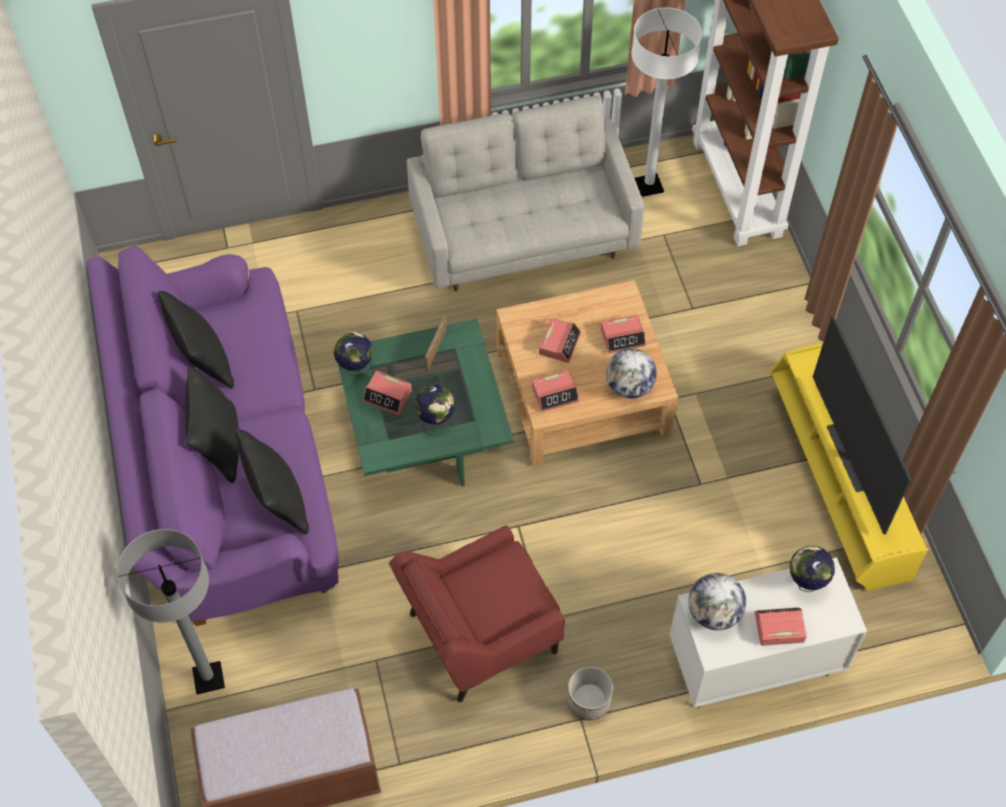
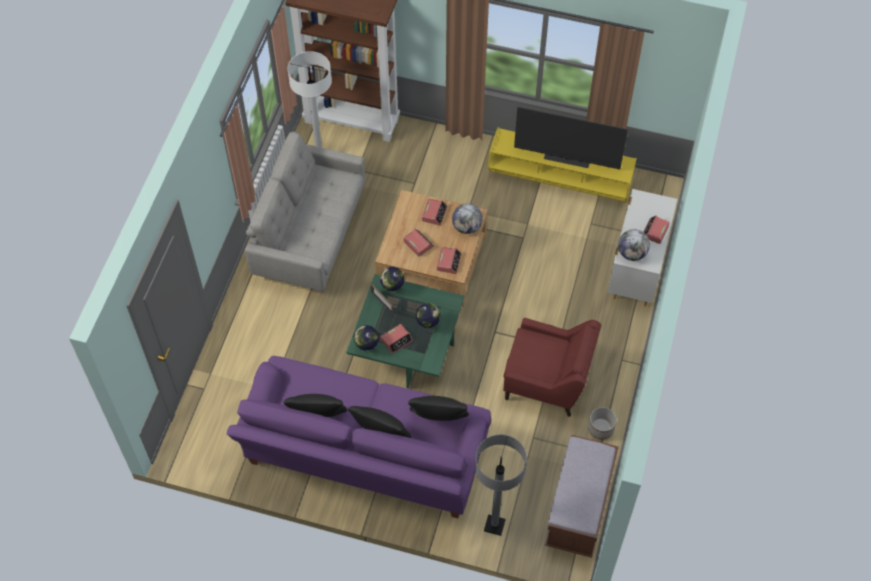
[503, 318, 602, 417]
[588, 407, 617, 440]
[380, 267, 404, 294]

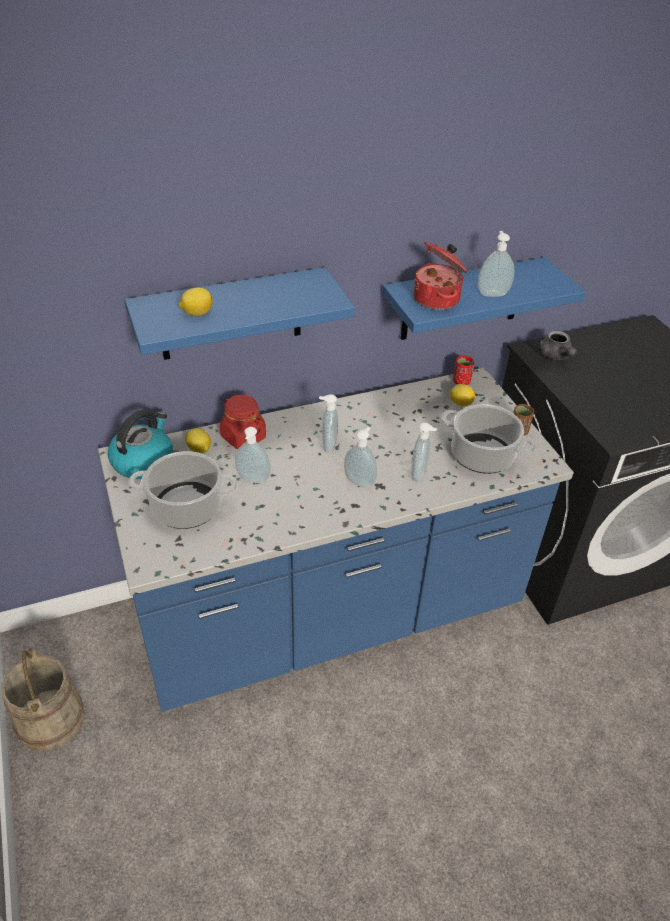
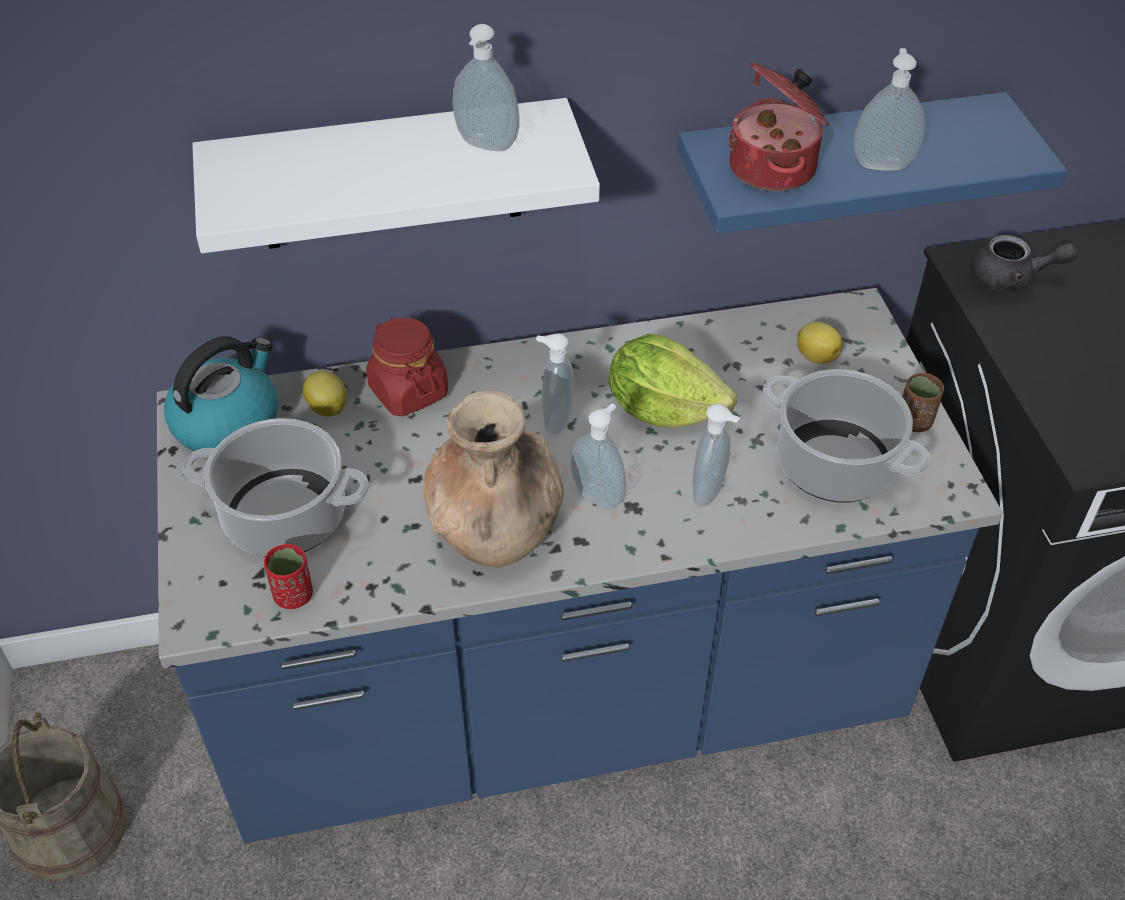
[192, 98, 600, 253]
[179, 288, 213, 316] (first image)
[453, 24, 520, 151]
[264, 544, 313, 609]
[971, 235, 1078, 293]
[424, 390, 564, 568]
[609, 334, 737, 428]

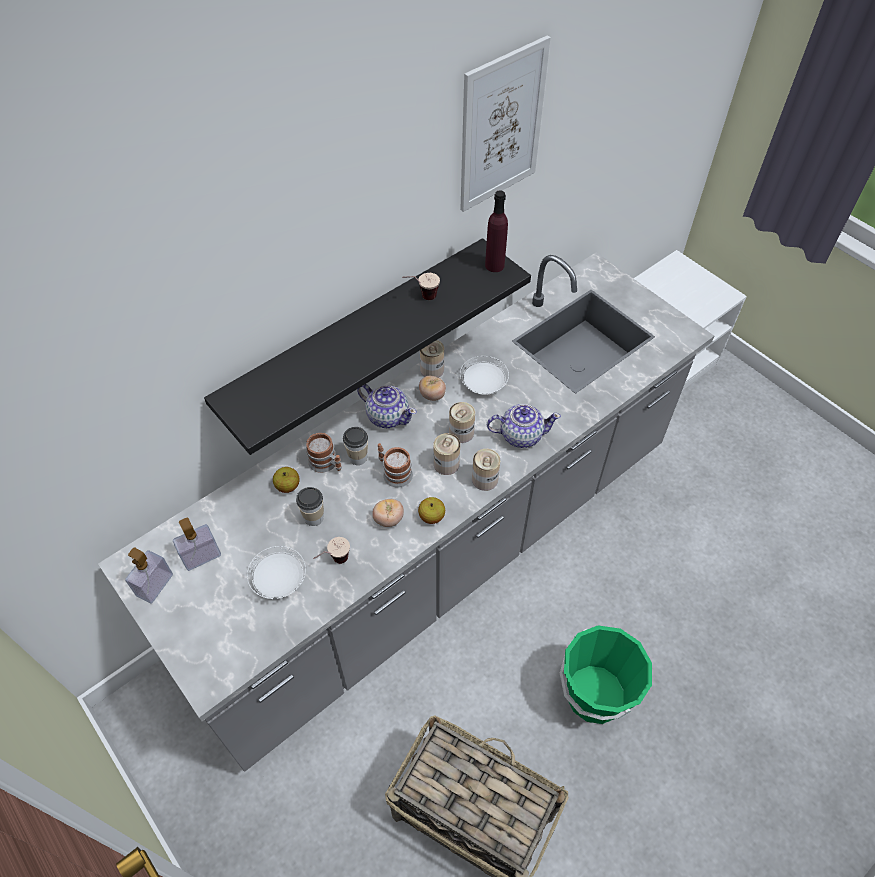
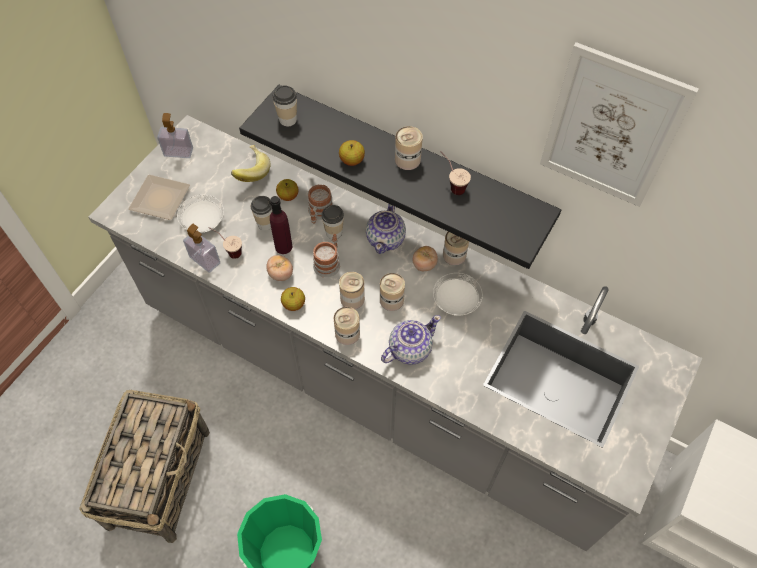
[183, 223, 220, 273]
[270, 196, 292, 254]
[381, 315, 441, 365]
[128, 174, 190, 220]
[231, 145, 271, 182]
[272, 85, 297, 126]
[339, 140, 365, 166]
[395, 126, 423, 170]

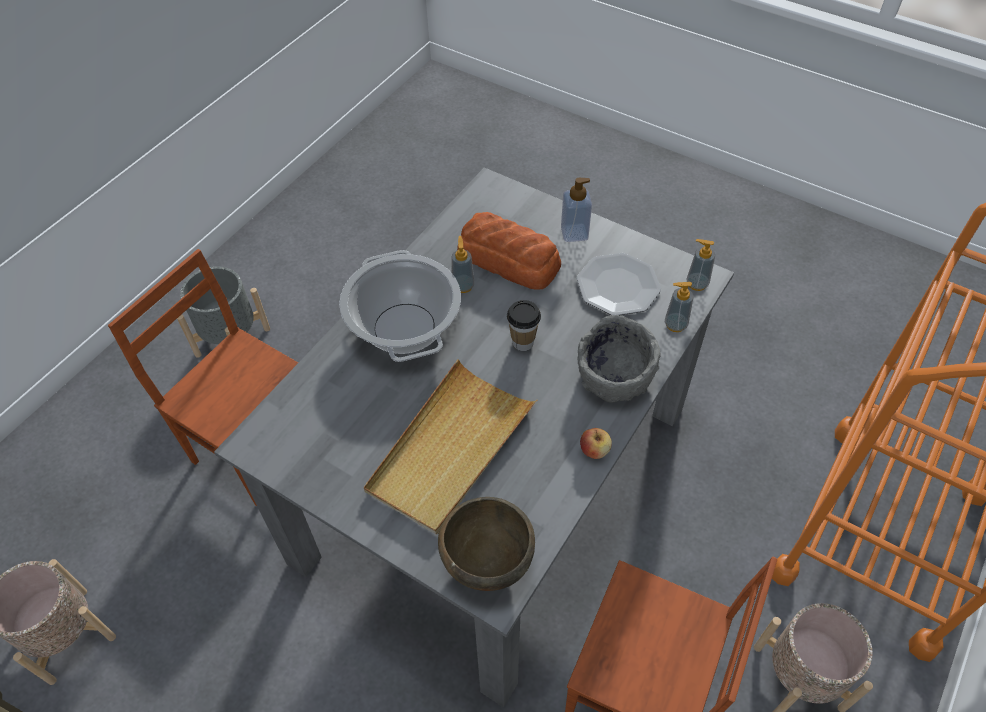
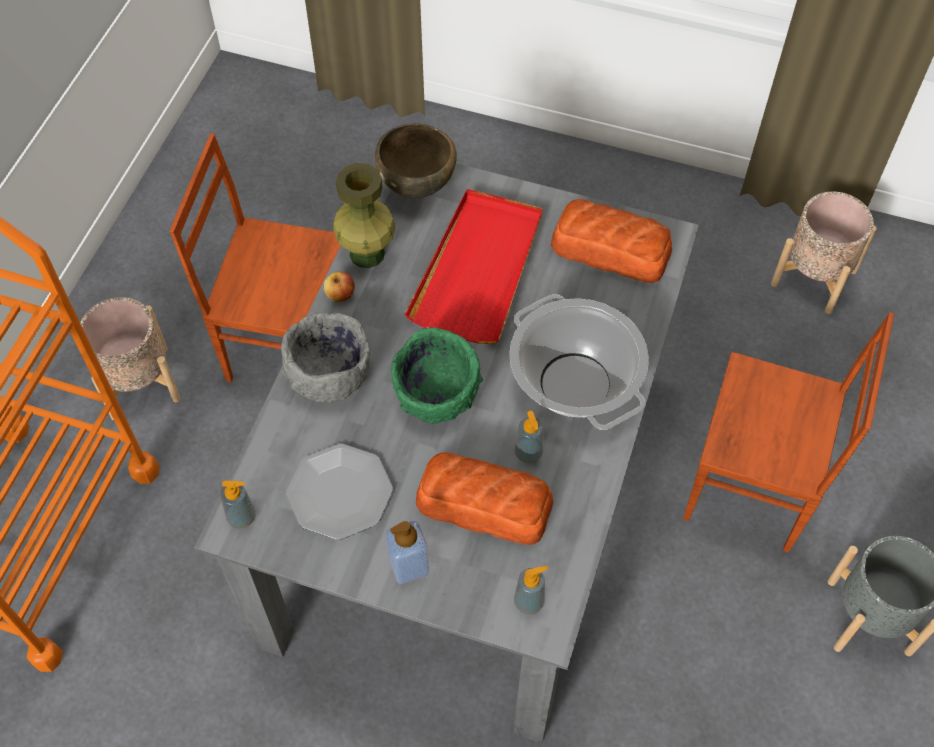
[405, 189, 543, 344]
[391, 327, 483, 424]
[514, 566, 549, 614]
[333, 163, 395, 268]
[551, 199, 672, 283]

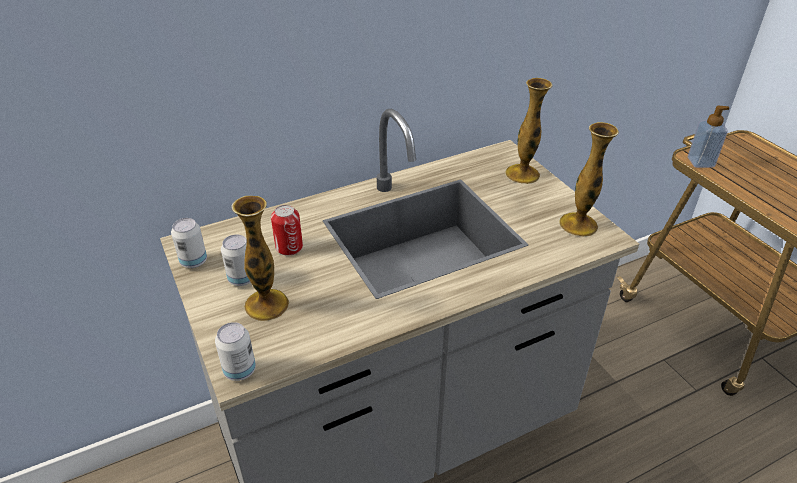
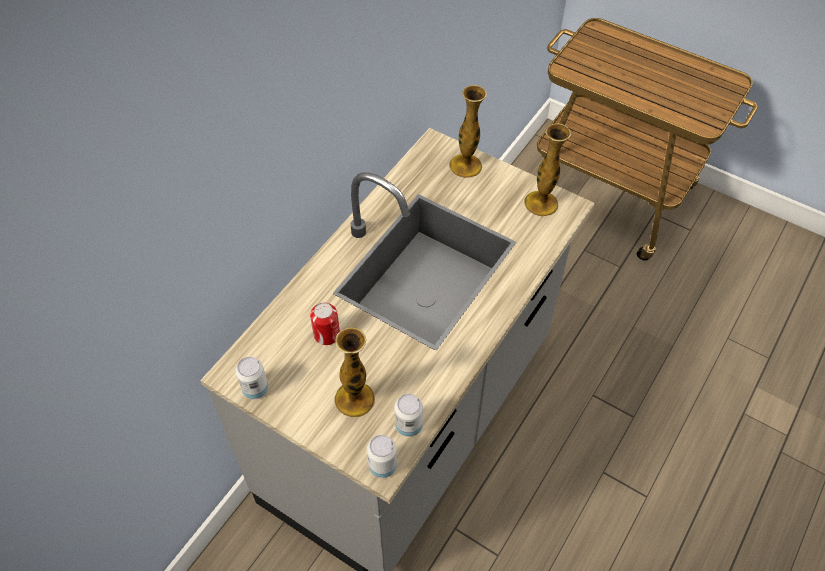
[395, 394, 423, 437]
[688, 106, 730, 168] (first image)

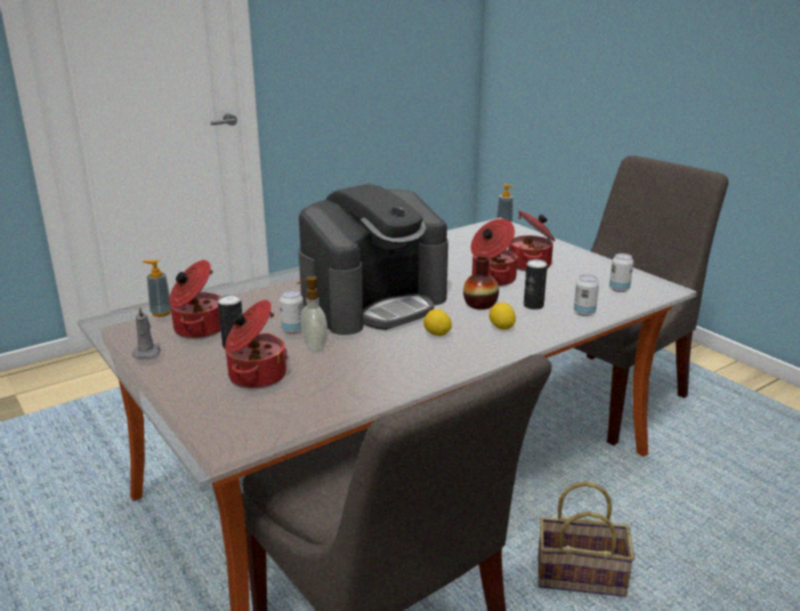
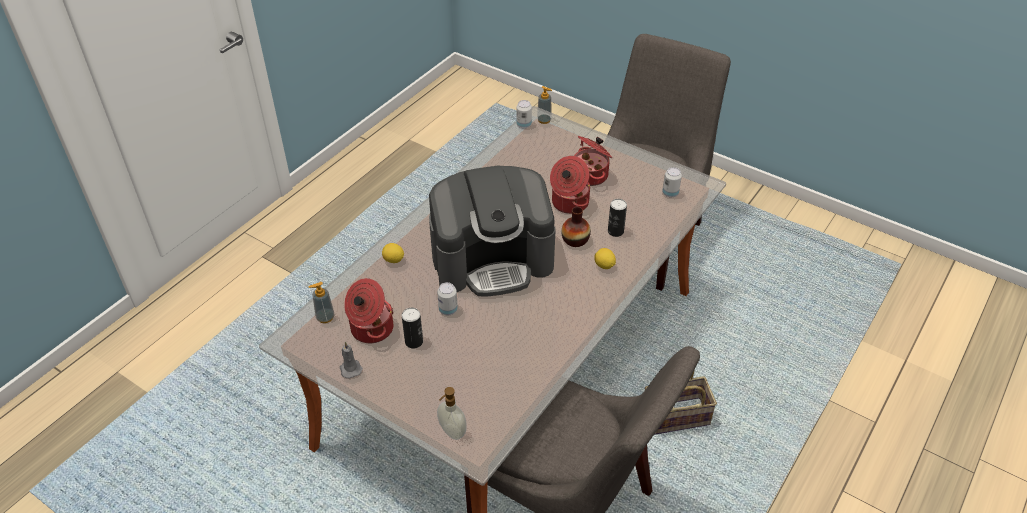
[225, 300, 288, 389] (first image)
[437, 387, 467, 440]
[429, 165, 556, 297]
[382, 243, 404, 263]
[516, 100, 532, 129]

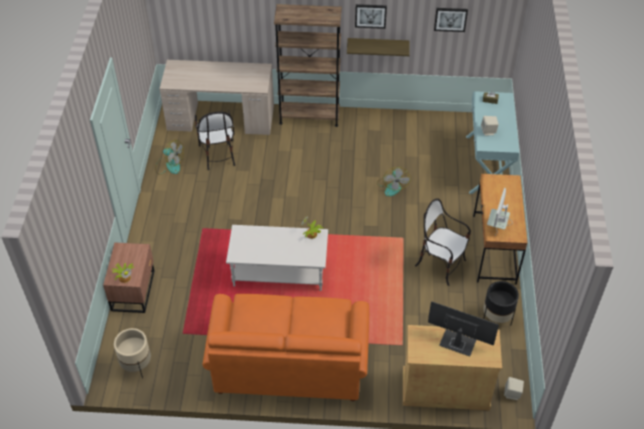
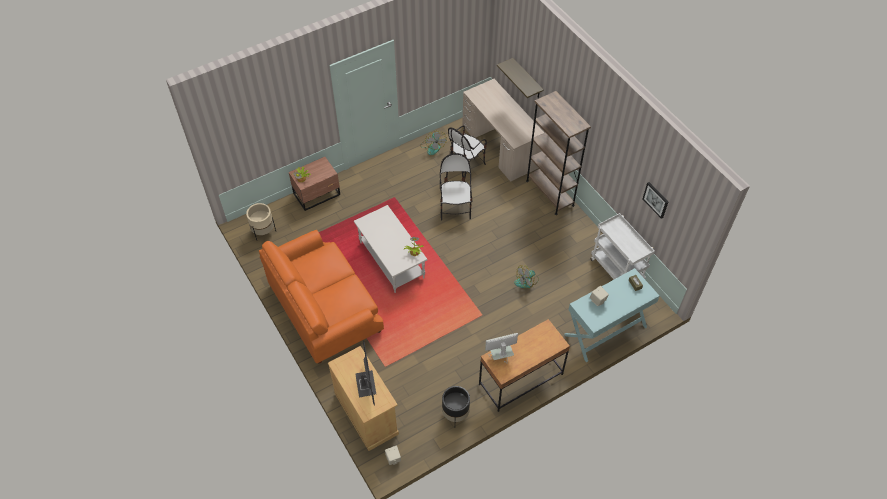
[497, 58, 544, 98]
[355, 4, 387, 29] (first image)
[440, 153, 472, 220]
[590, 213, 655, 279]

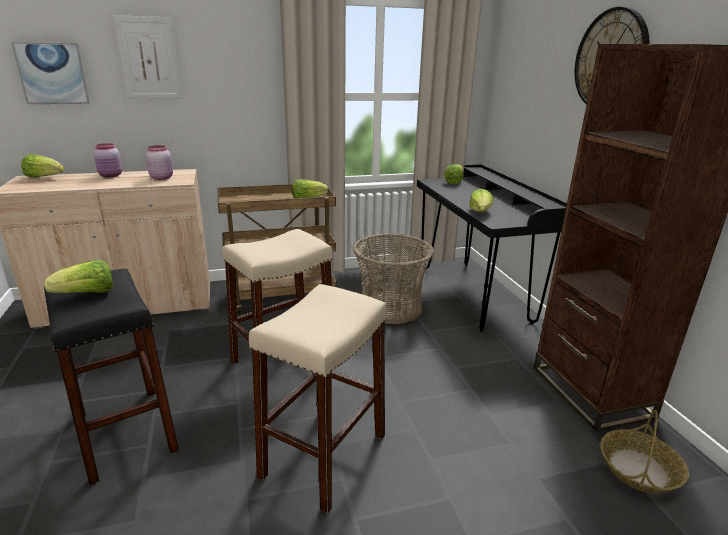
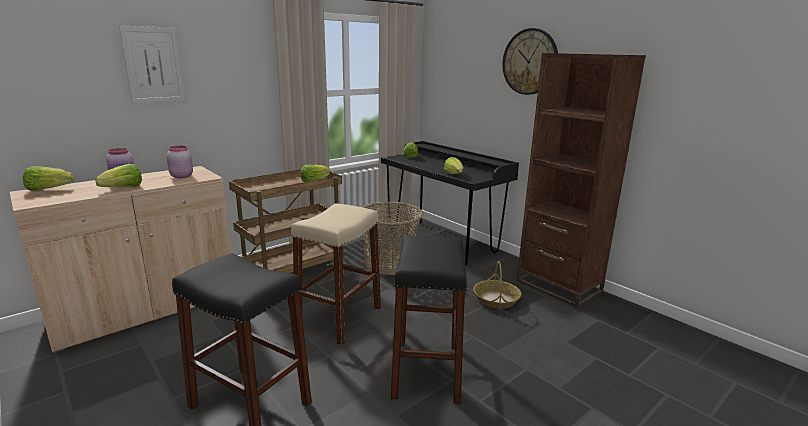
[11, 42, 90, 104] (first image)
[95, 164, 142, 187]
[391, 236, 467, 404]
[473, 261, 521, 309]

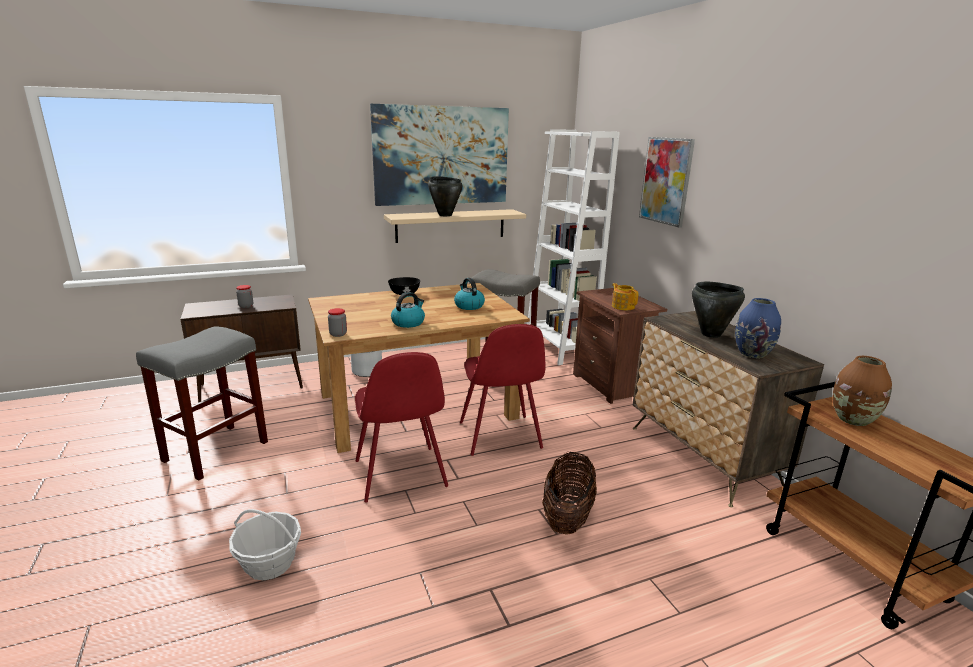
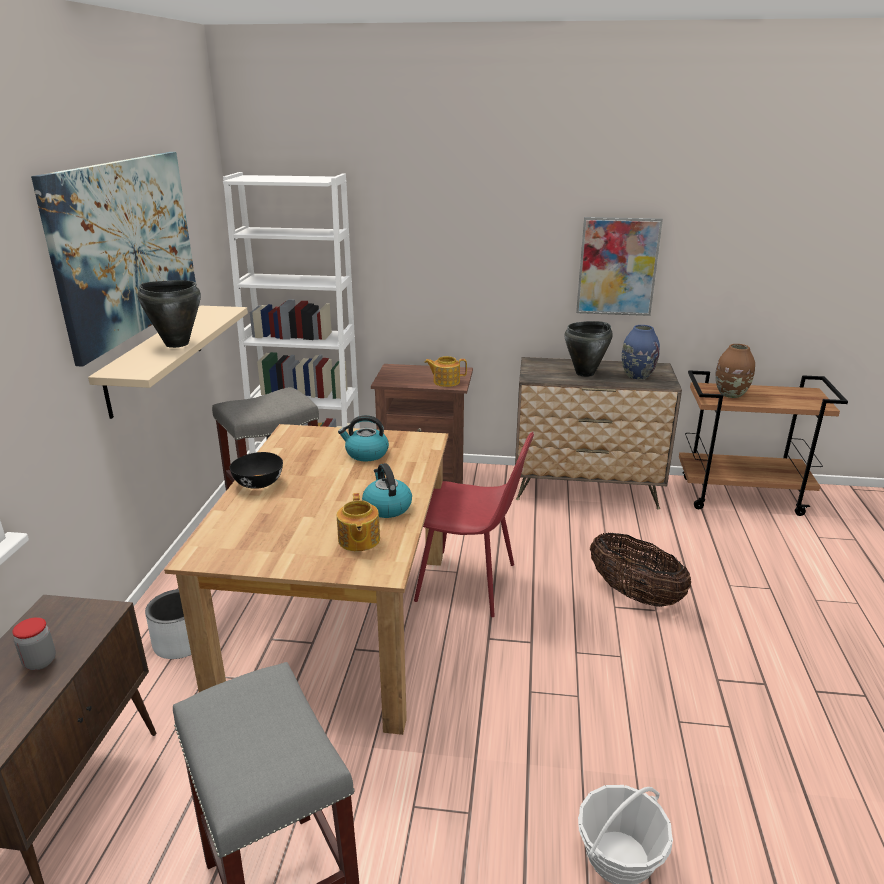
[328, 308, 347, 337] (first image)
[355, 352, 448, 502] (first image)
[576, 217, 663, 316]
[337, 493, 380, 551]

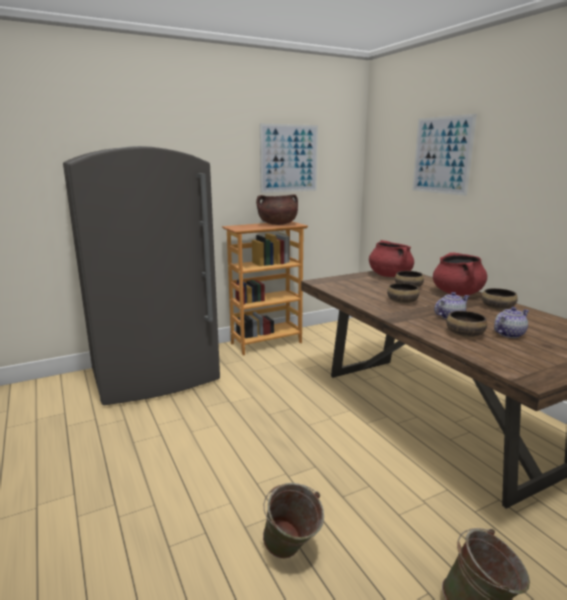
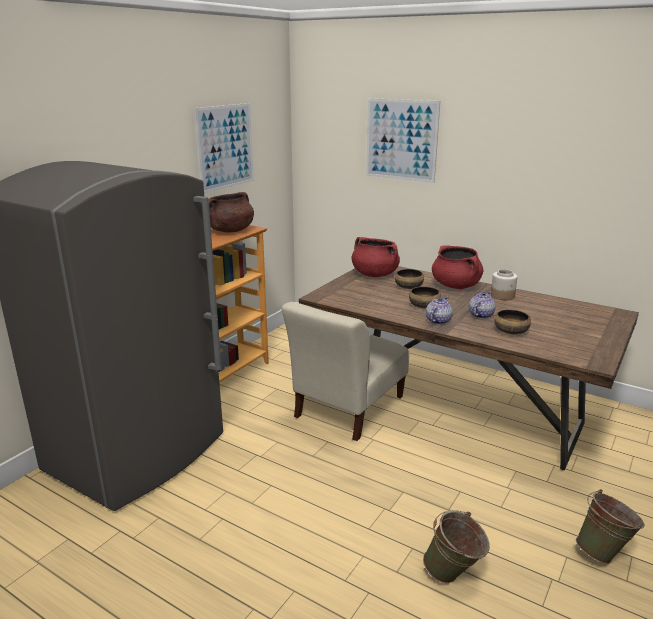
[491, 269, 517, 300]
[426, 296, 453, 325]
[282, 302, 409, 441]

